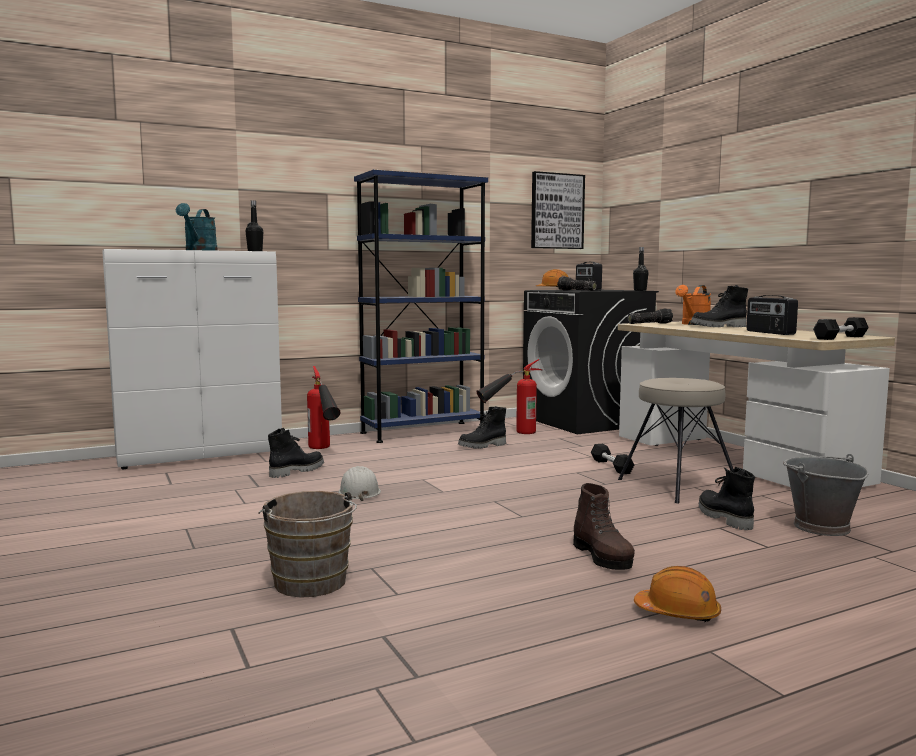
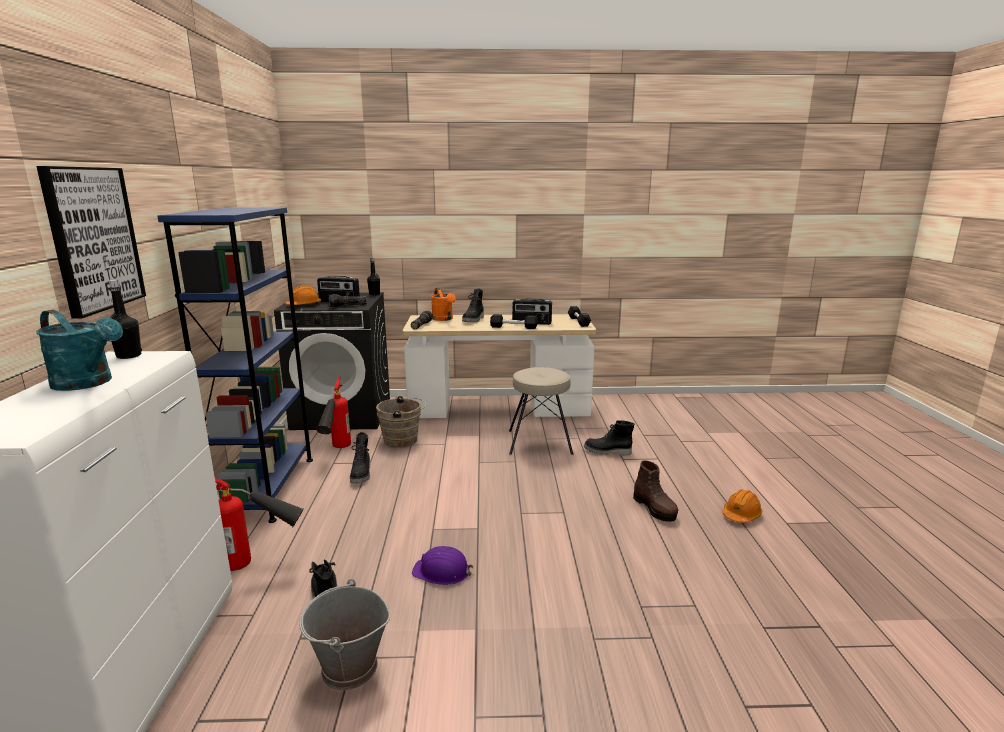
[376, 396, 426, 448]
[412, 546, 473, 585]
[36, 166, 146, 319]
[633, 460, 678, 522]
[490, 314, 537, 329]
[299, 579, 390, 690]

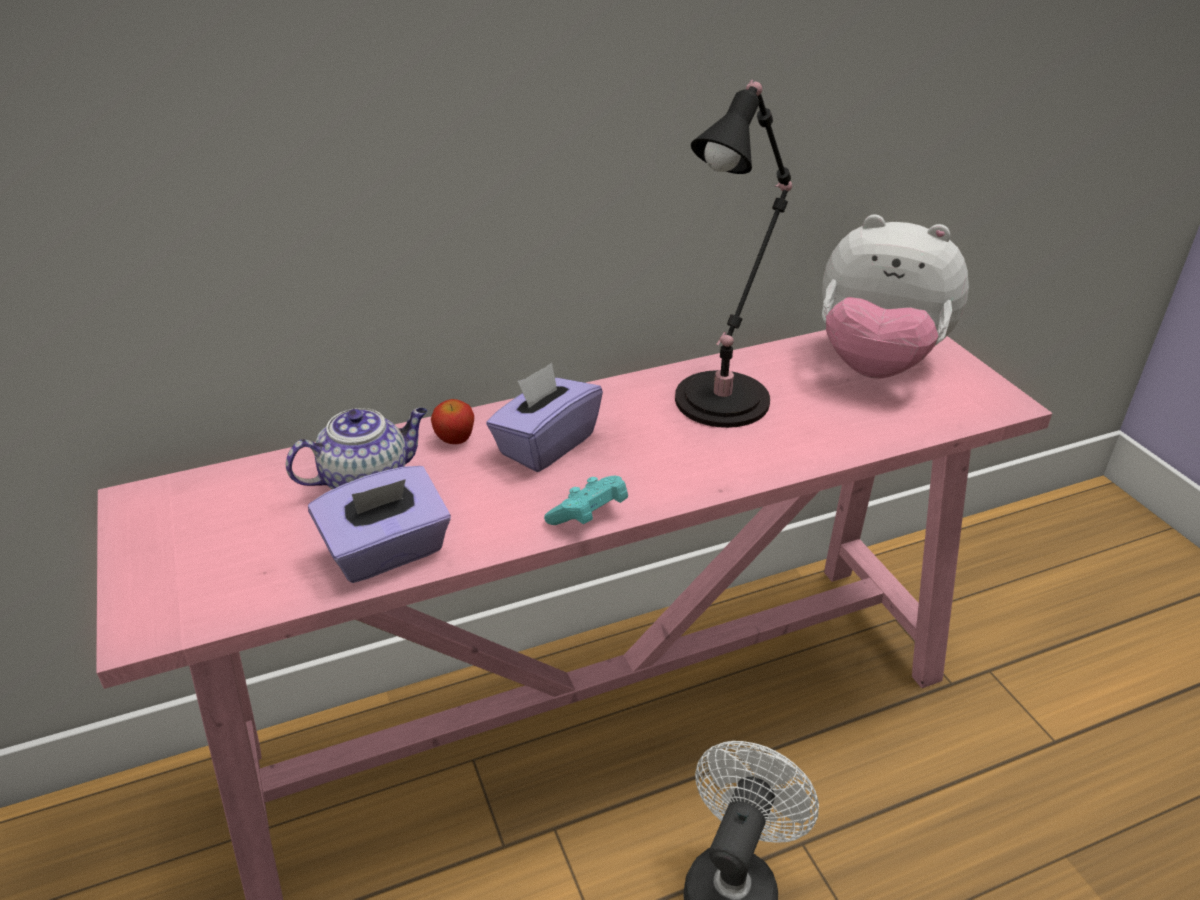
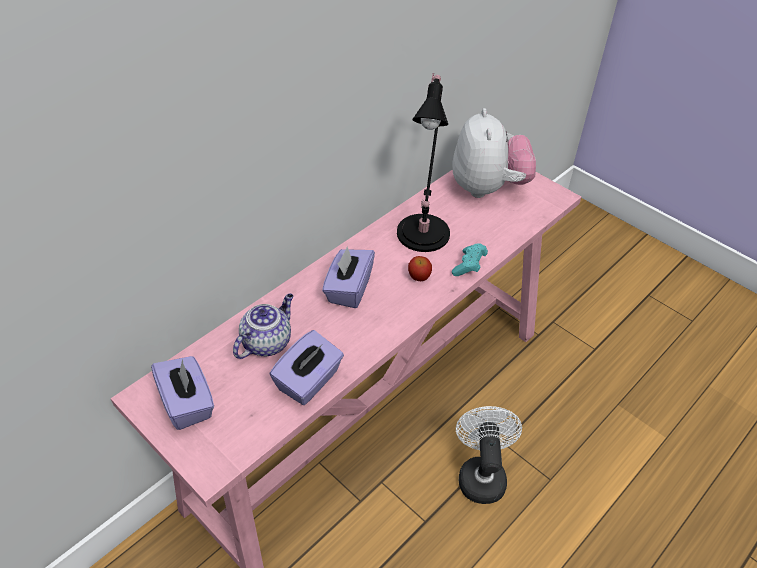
[408, 256, 432, 281]
[452, 243, 488, 276]
[452, 108, 536, 198]
[151, 356, 214, 430]

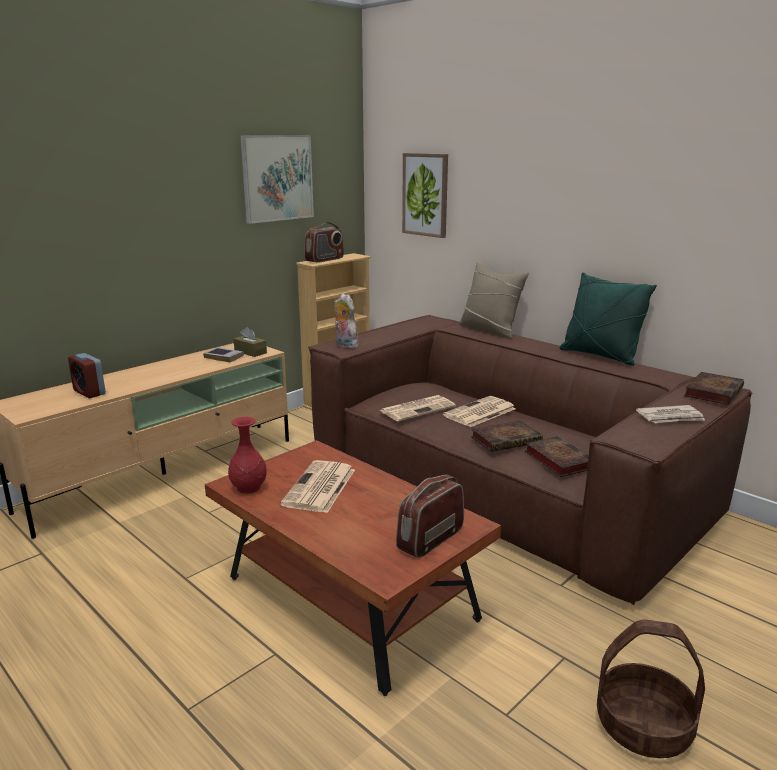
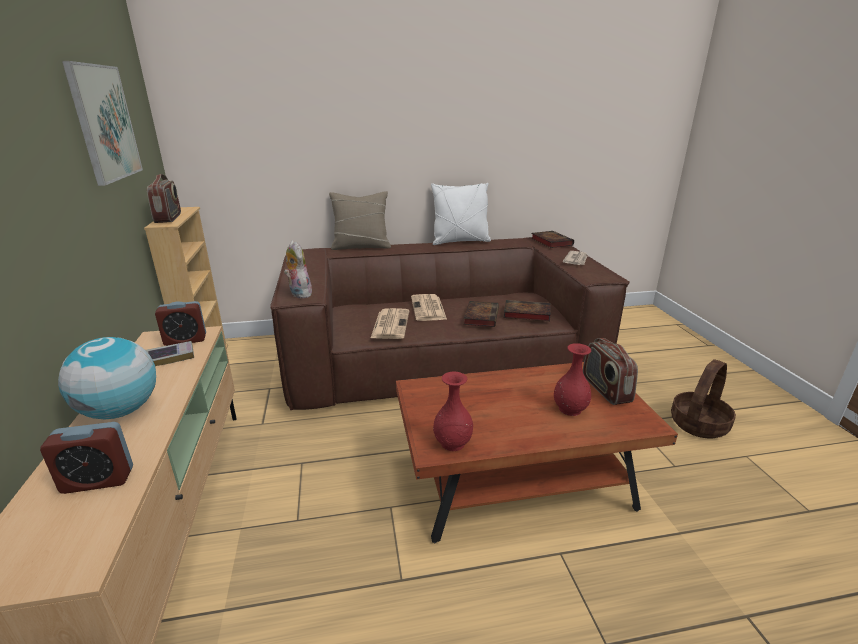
[155, 301, 206, 346]
[280, 460, 355, 513] (first image)
[284, 240, 312, 298]
[402, 153, 448, 238] (first image)
[431, 183, 491, 245]
[58, 337, 156, 419]
[554, 343, 591, 416]

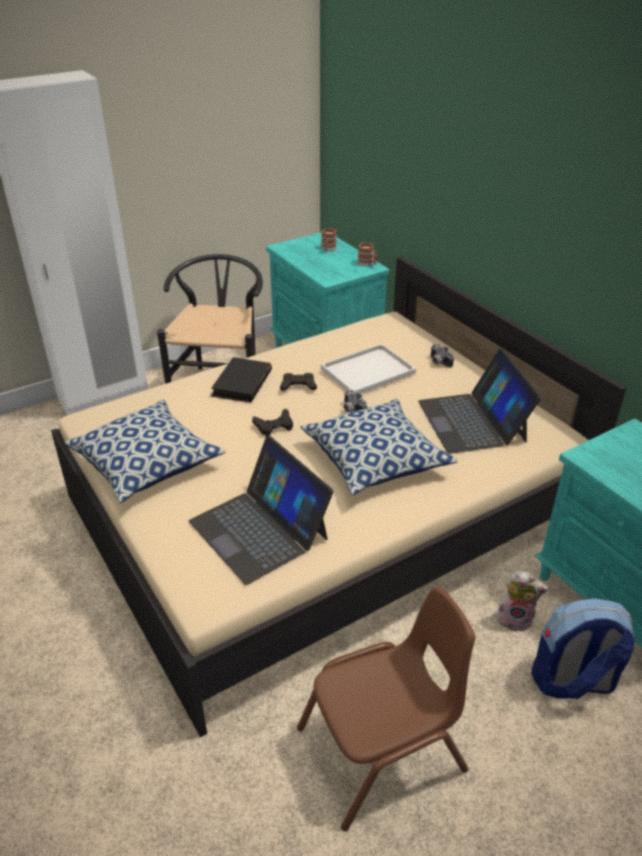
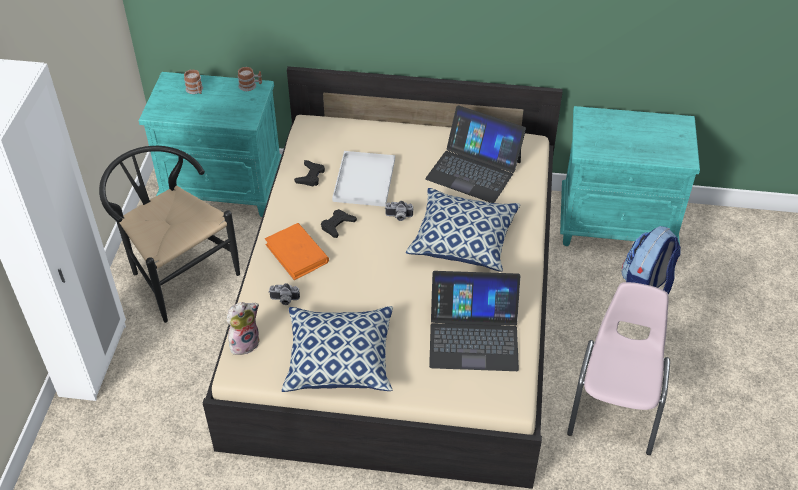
[265, 223, 329, 280]
[294, 160, 325, 187]
[567, 282, 670, 455]
[269, 283, 300, 305]
[227, 302, 260, 355]

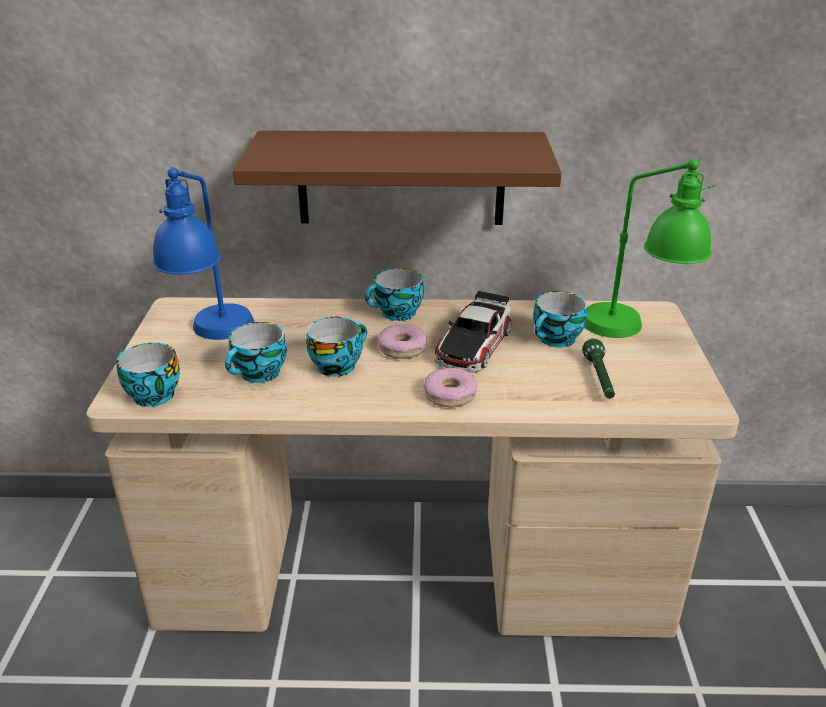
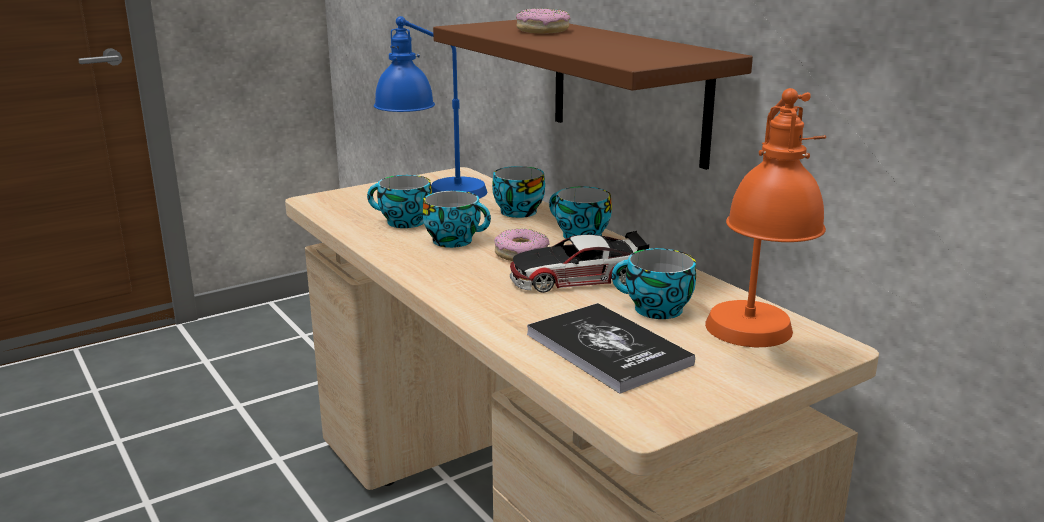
[492, 166, 545, 218]
[516, 8, 571, 34]
[527, 303, 695, 394]
[705, 88, 826, 347]

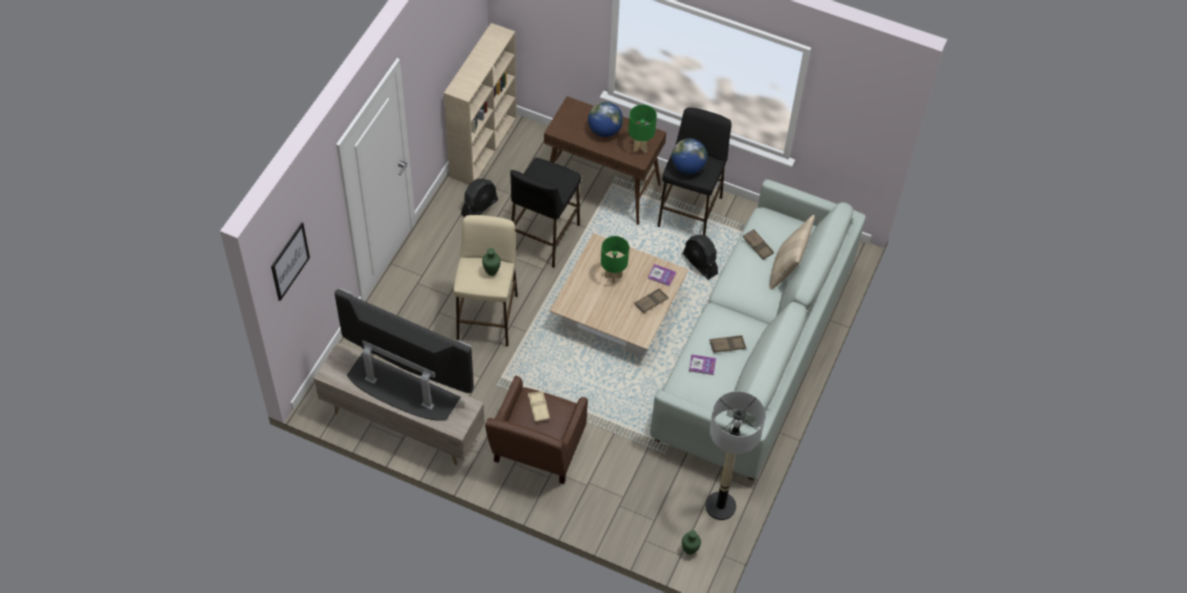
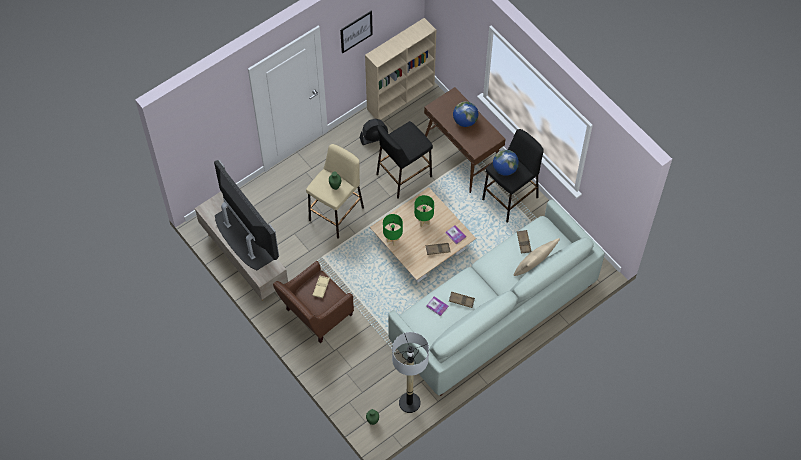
[340, 11, 373, 54]
[383, 214, 403, 246]
[683, 235, 718, 280] (first image)

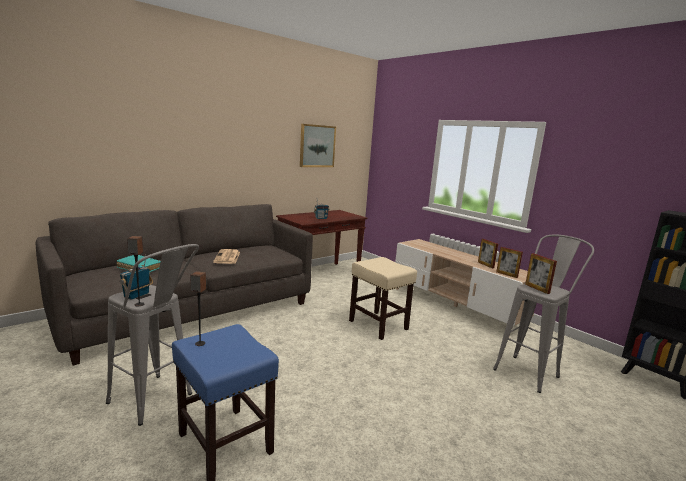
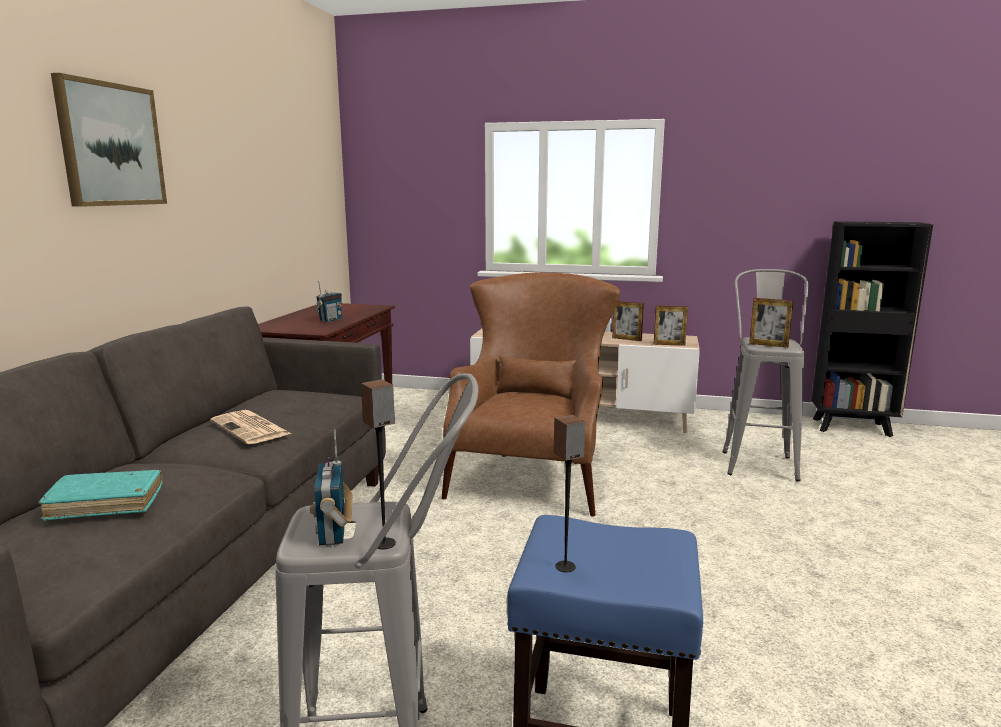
[51, 73, 167, 207]
[442, 272, 620, 517]

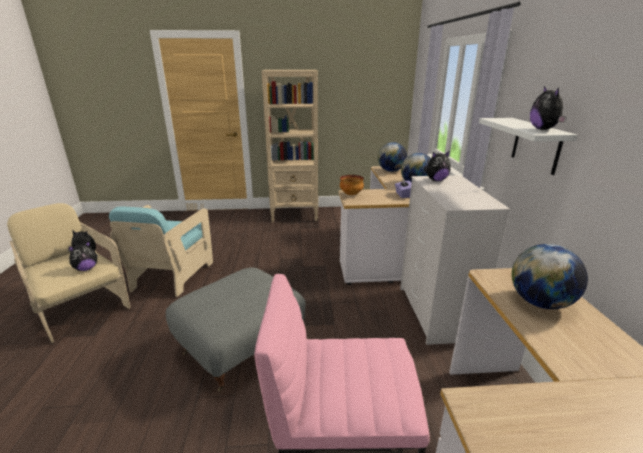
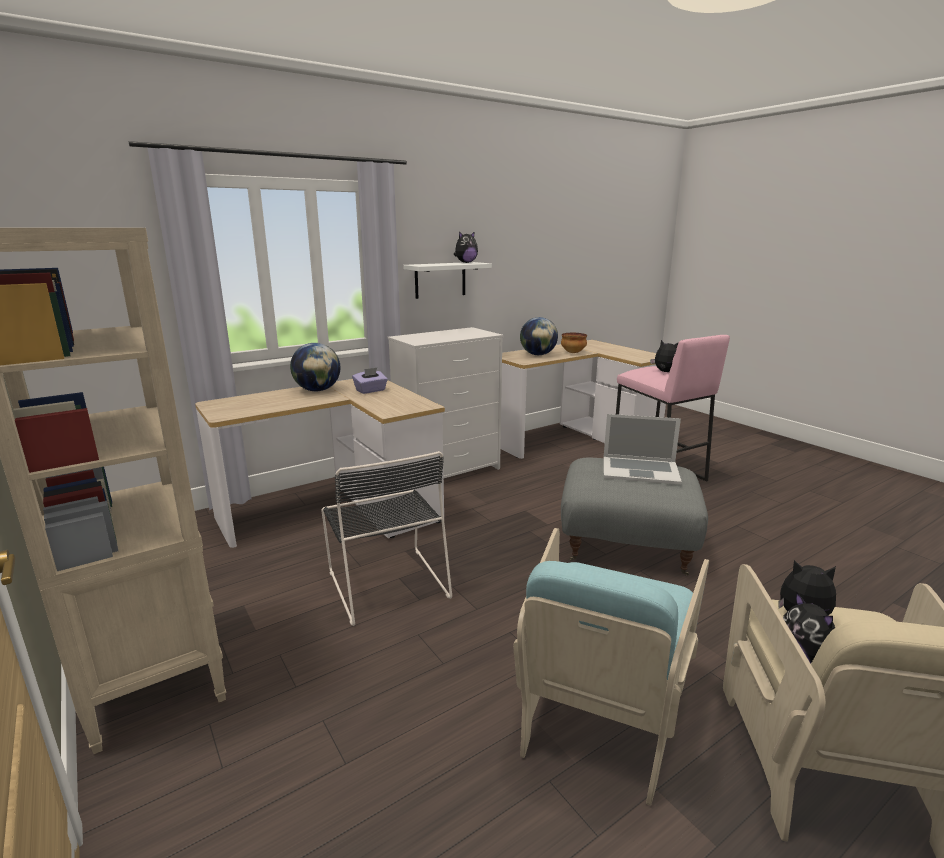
[513, 528, 709, 805]
[561, 333, 587, 353]
[378, 142, 407, 172] (first image)
[650, 340, 678, 372]
[321, 451, 452, 626]
[603, 414, 682, 485]

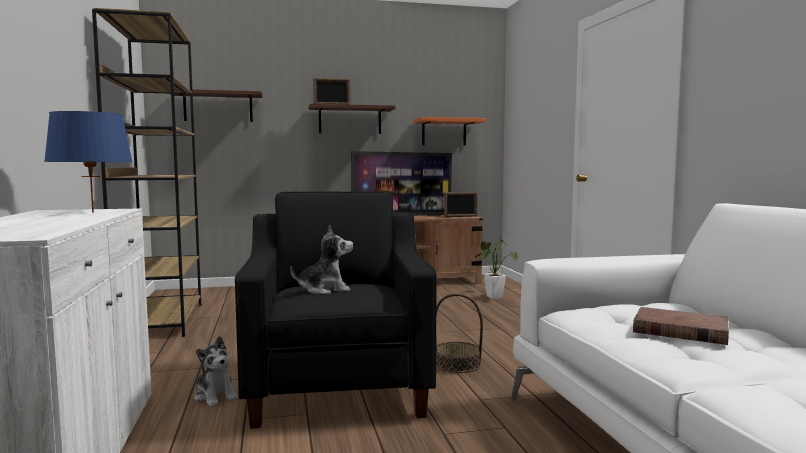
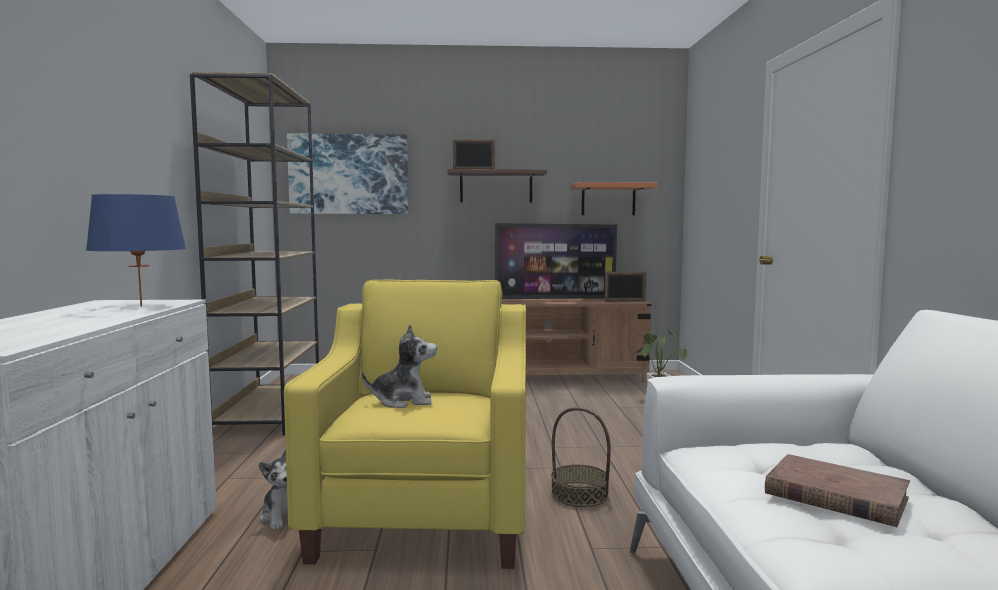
[287, 133, 408, 214]
[284, 279, 526, 569]

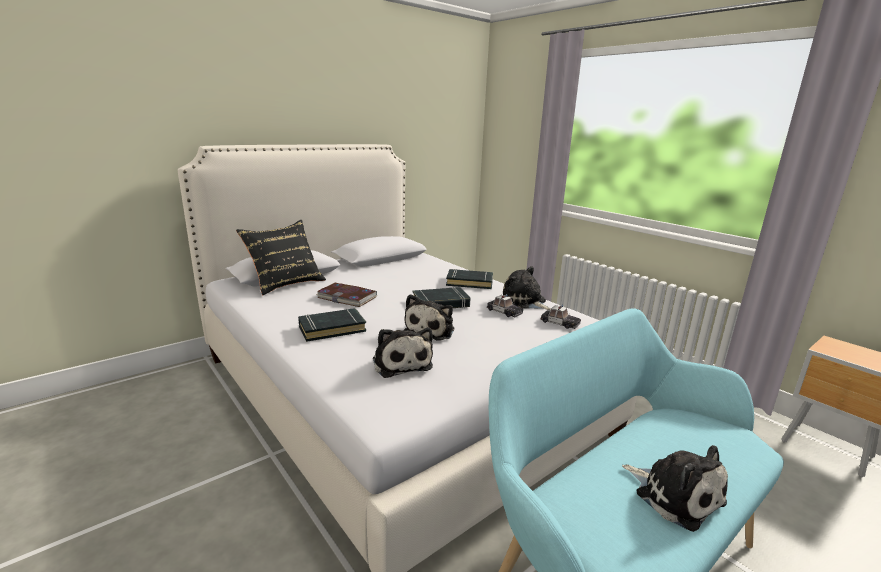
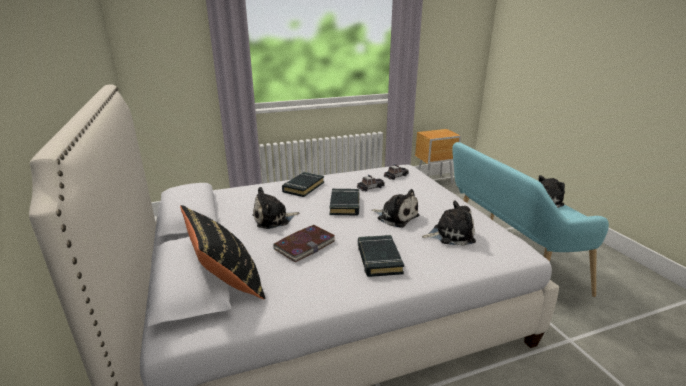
[253, 187, 299, 229]

